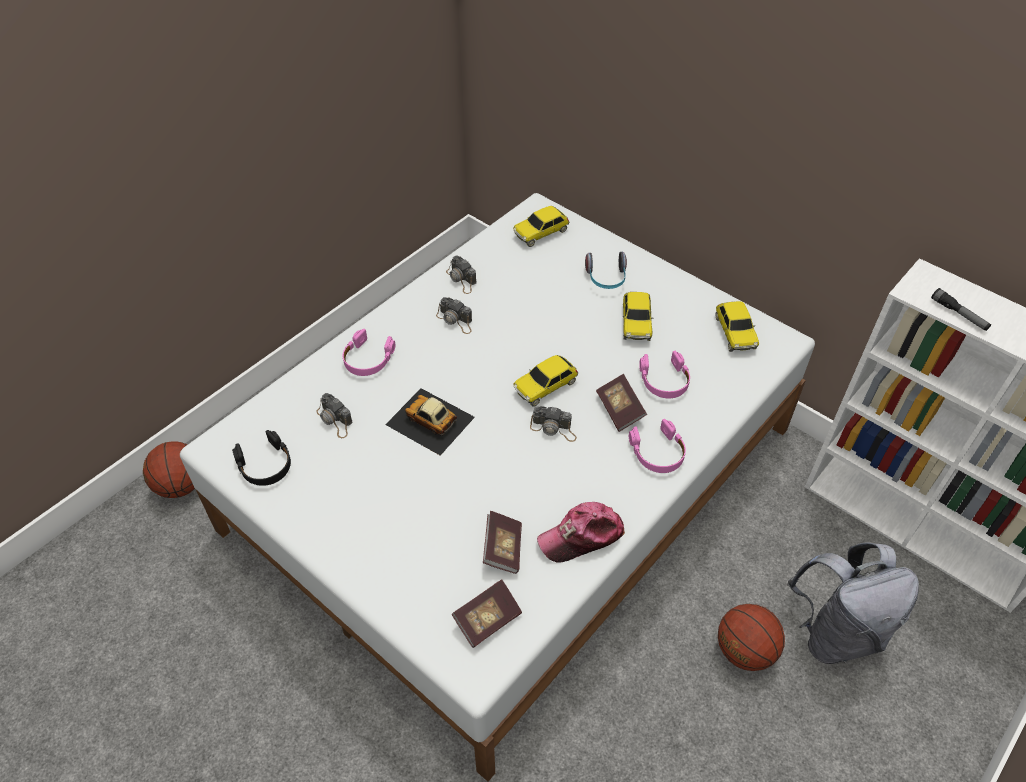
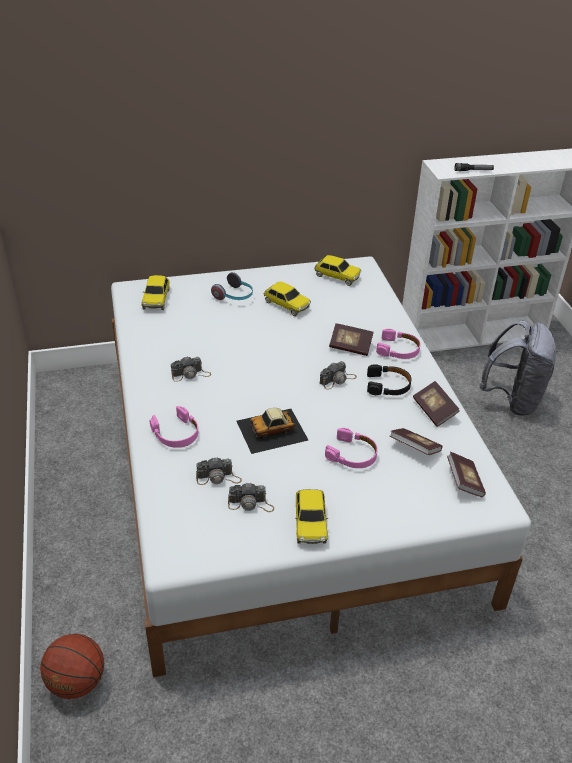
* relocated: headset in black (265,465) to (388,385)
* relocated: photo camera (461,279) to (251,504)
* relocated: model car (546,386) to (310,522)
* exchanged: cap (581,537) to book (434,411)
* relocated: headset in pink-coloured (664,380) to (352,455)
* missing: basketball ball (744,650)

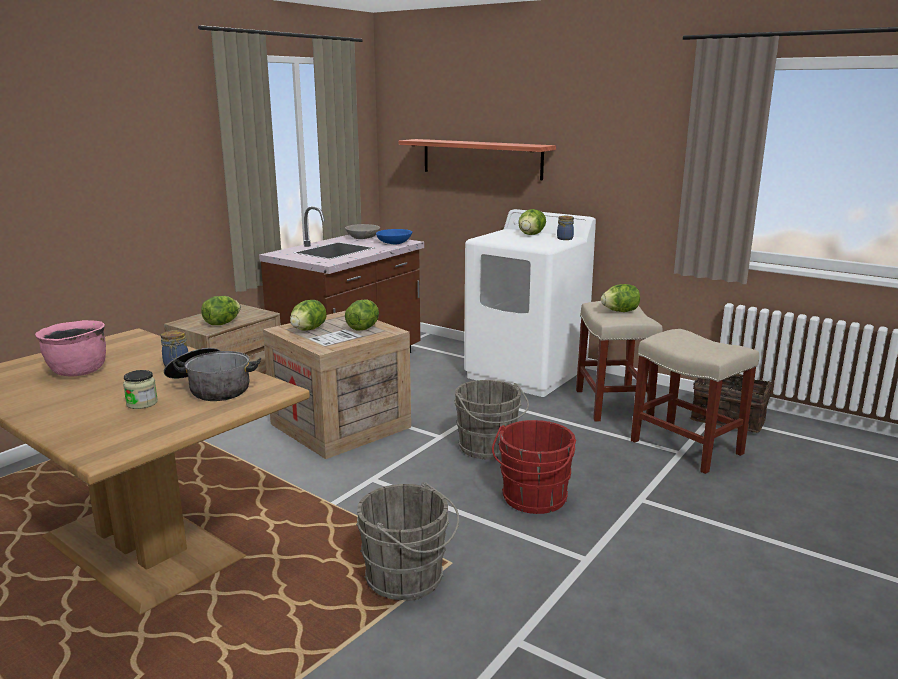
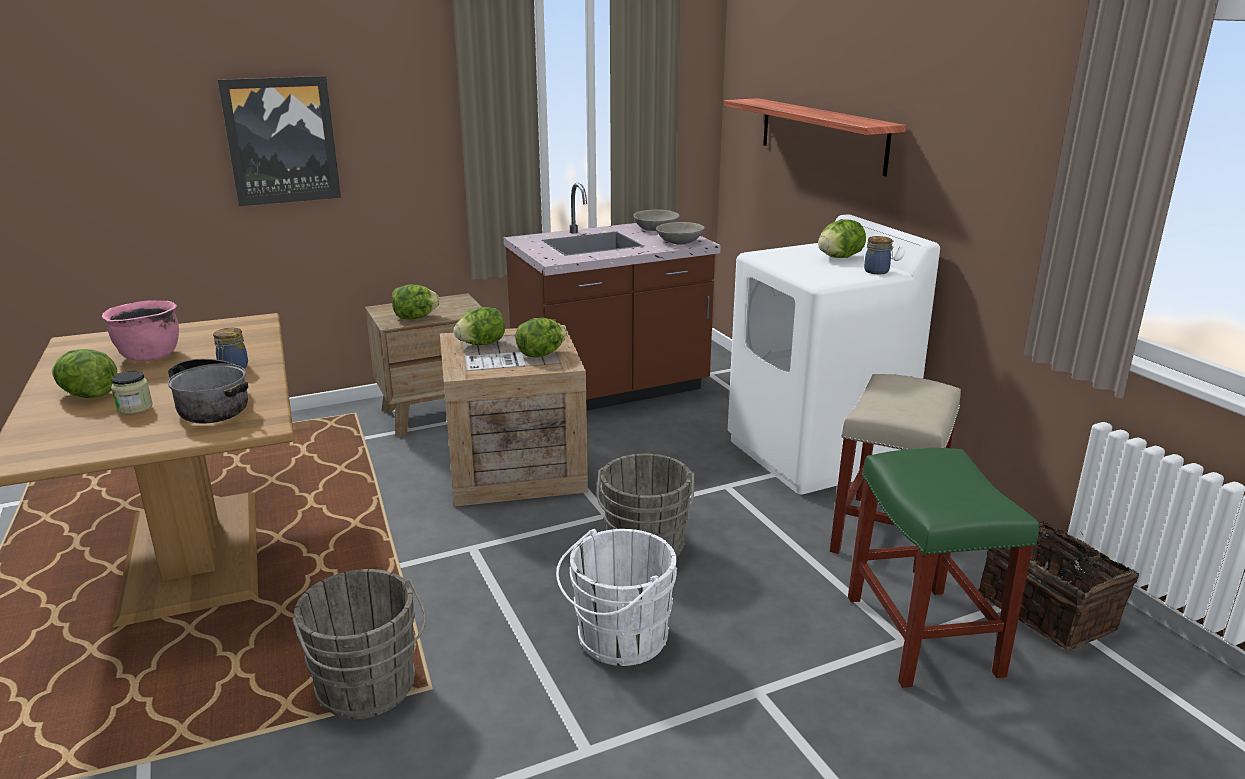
* colour: deep dish in bluish (394,242) to deep dish in grey (679,241)
* colour: bucket in reddish (533,499) to bucket in white (617,639)
* relocated: lettuce (620,311) to (89,395)
* colour: sitting stool in beige-coloured (688,448) to sitting stool in green-coloured (924,637)
* appeared: wall art (281,140)

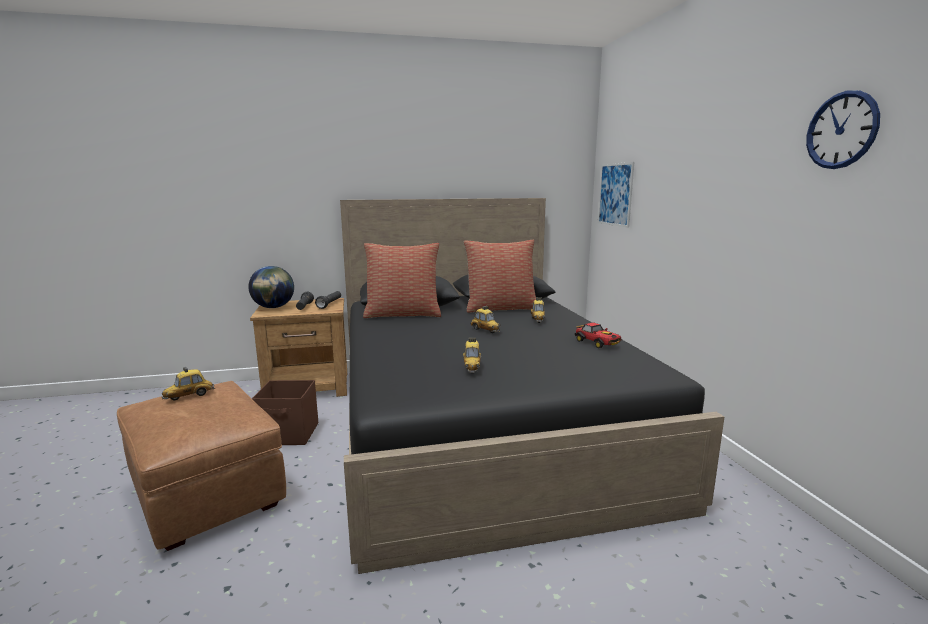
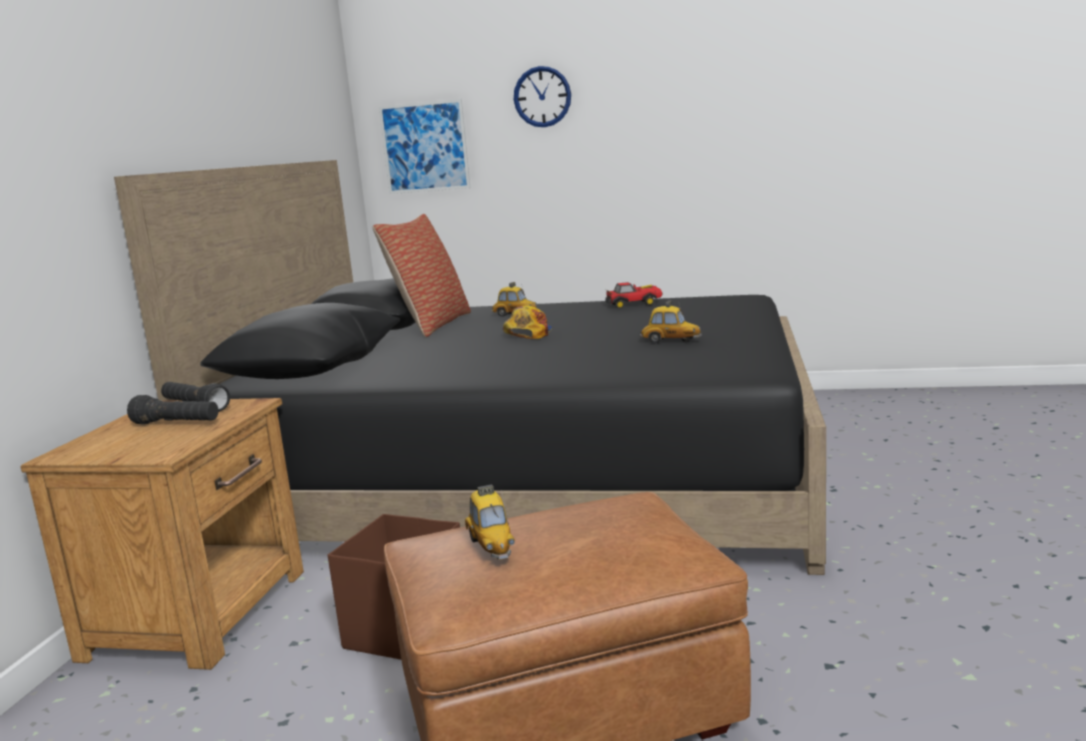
* missing: globe (273,307)
* missing: cushion (403,314)
* exchanged: model car (485,330) to cap (528,333)
* relocated: wall clock (841,130) to (542,97)

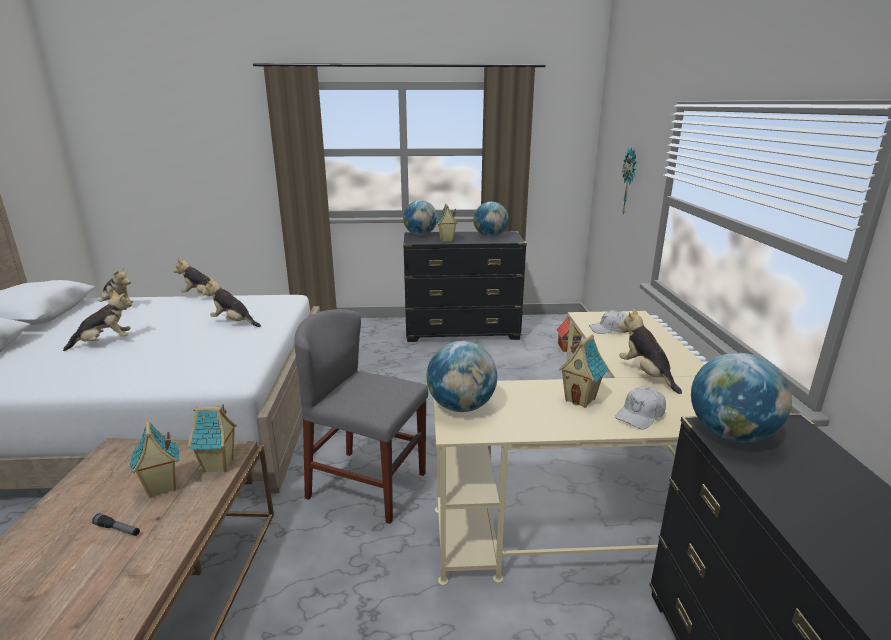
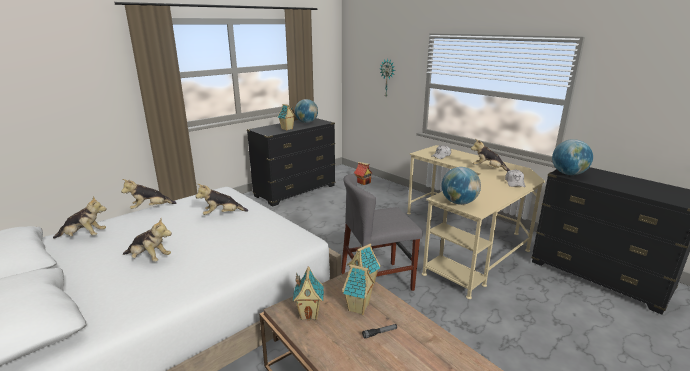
* spun: cuddly toy (104,342) = (149,258) 90 degrees clockwise
* missing: globe (420,234)
* relocated: miniature house (581,399) to (309,313)

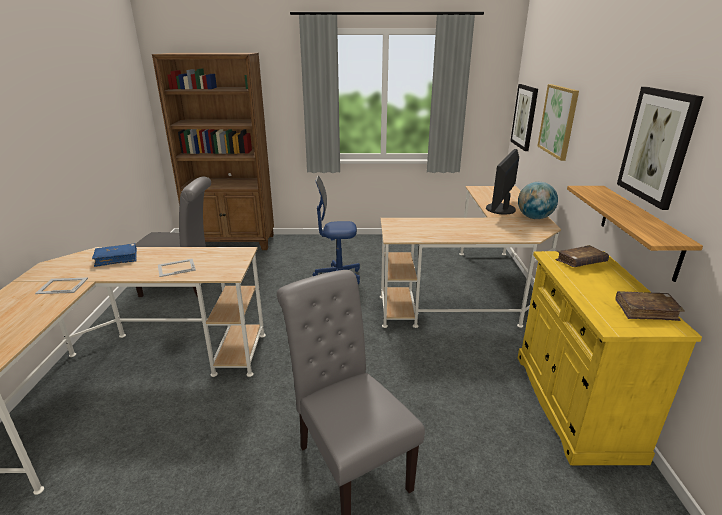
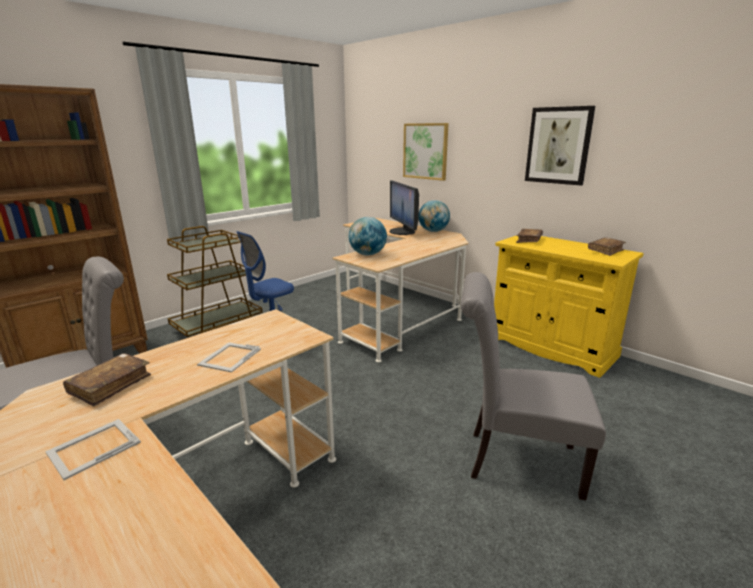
* colour: book in bluish (117,259) to book in brown (110,385)
* missing: wall art (525,117)
* missing: wall shelf (639,230)
* appeared: wheeled cart in brown (218,326)
* appeared: globe (367,254)

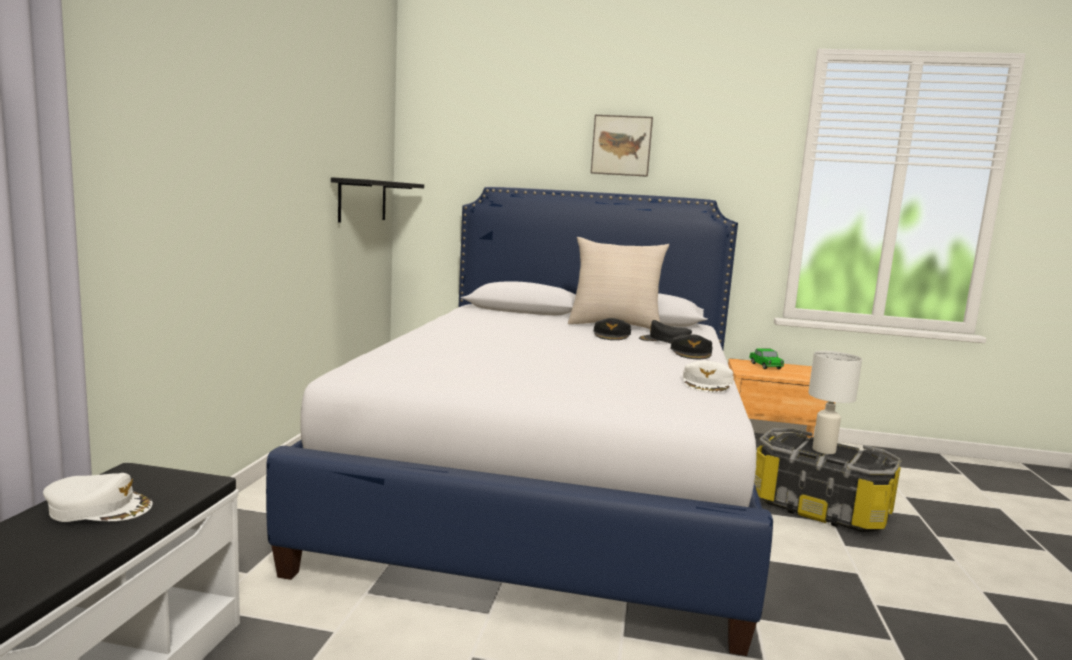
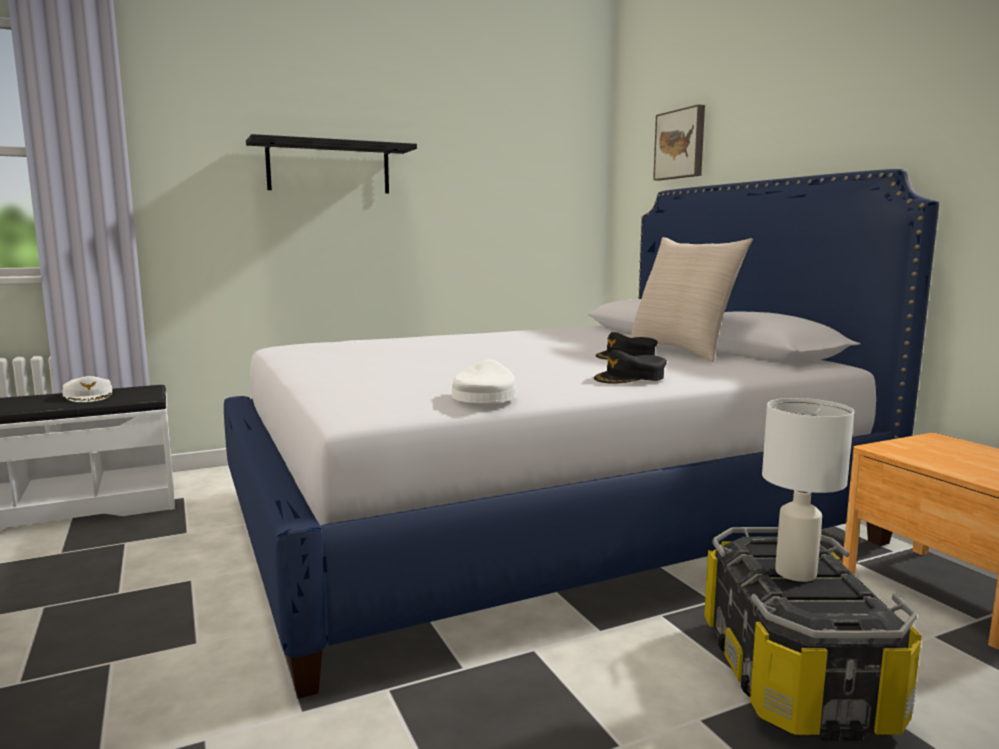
* relocated: wall shelf in black (362,200) to (329,168)
* relocated: wall art (621,146) to (681,144)
* missing: cap in black (664,340)
* spun: cap in white (707,383) = (484,396) 120 degrees clockwise
* missing: model car (765,366)

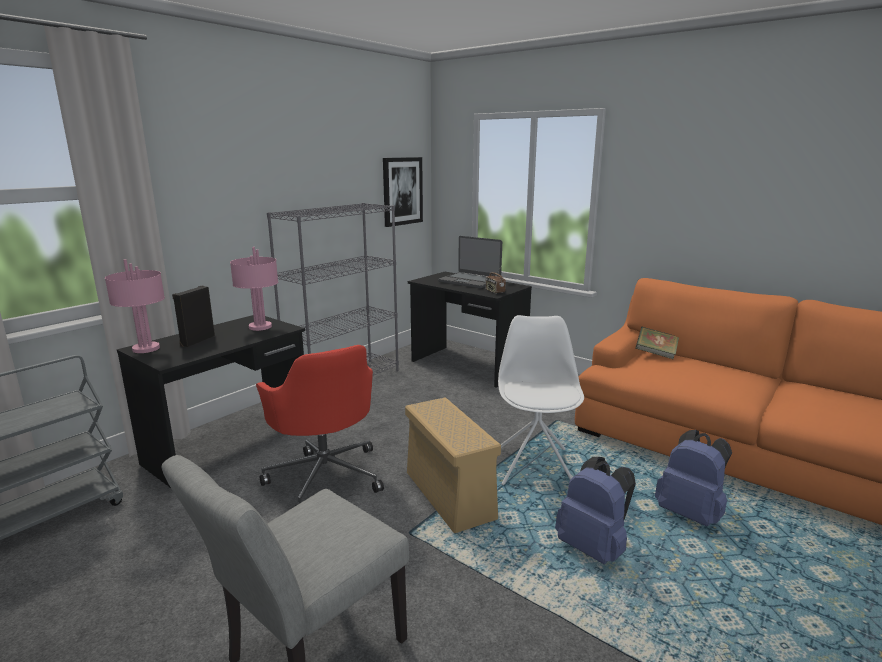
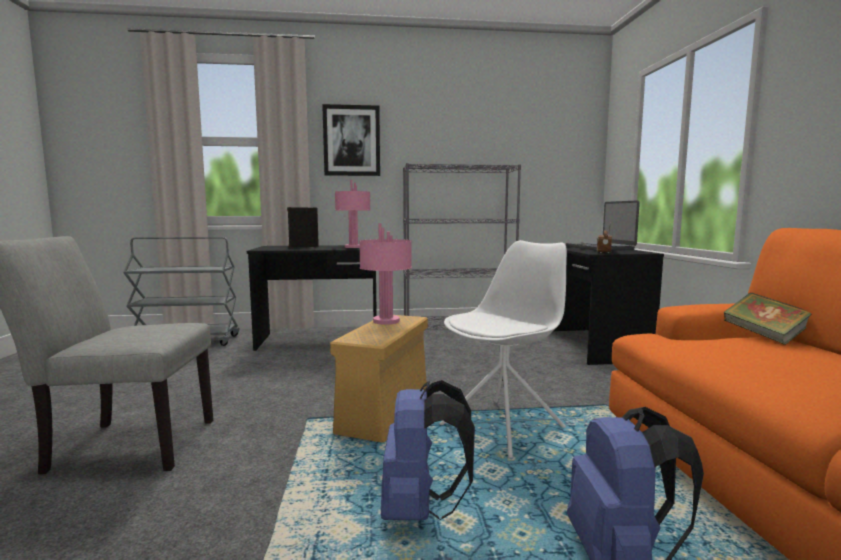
* relocated: tabletop lamp in pink-coloured (146,348) to (386,321)
* missing: desk chair in reddish (325,476)
* relocated: wall art (402,191) to (351,141)

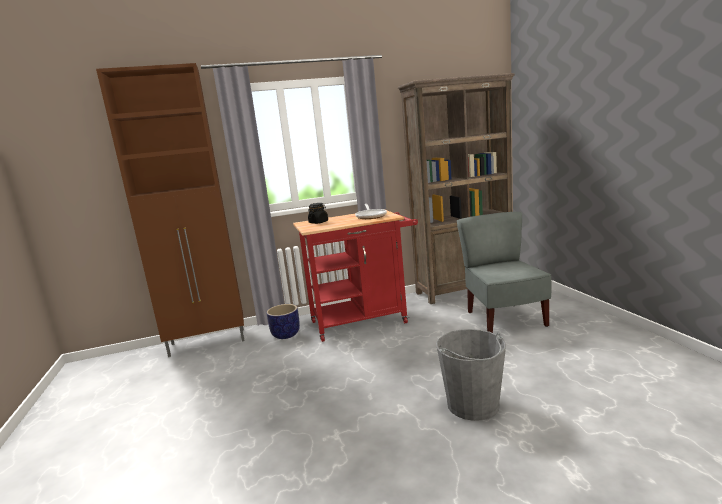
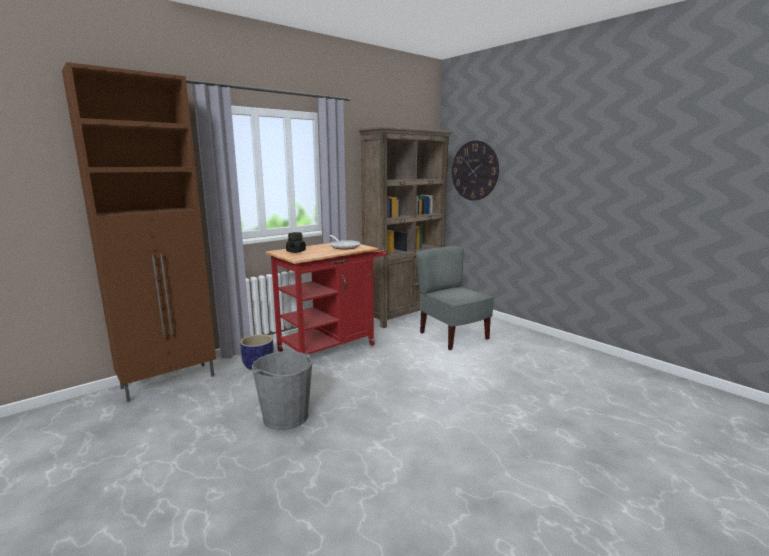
* relocated: bucket in grey (473,404) to (286,417)
* appeared: wall clock (474,170)

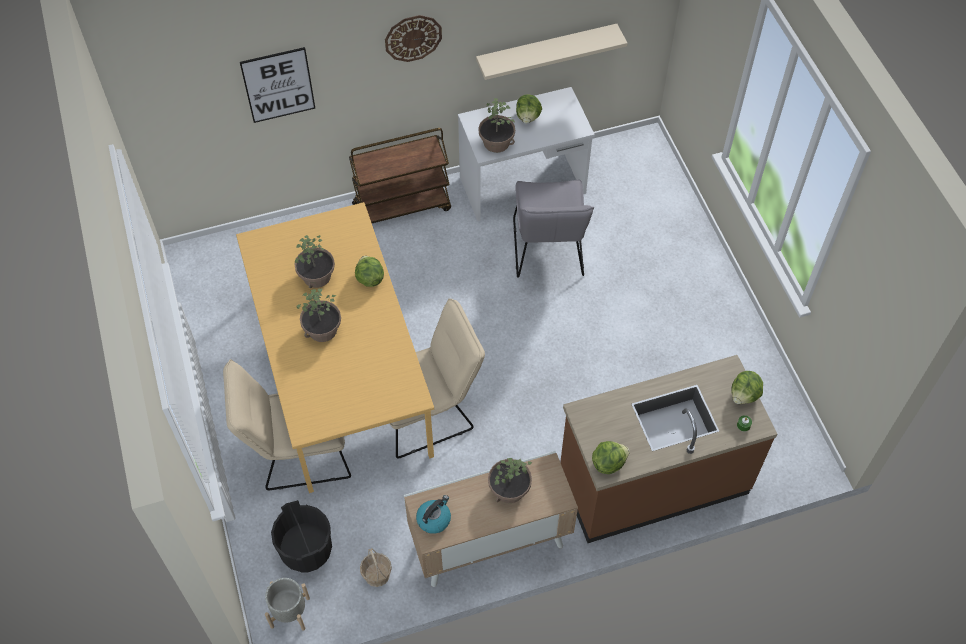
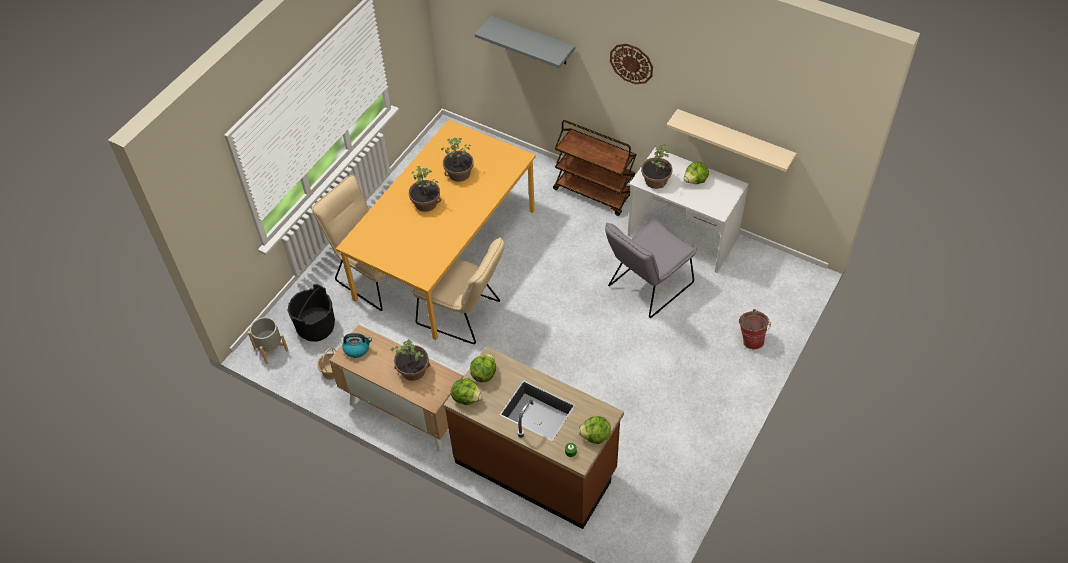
* exchanged: wall art (278,85) to wall shelf in grey (533,41)
* relocated: lettuce (369,278) to (483,374)
* appeared: bucket (751,339)

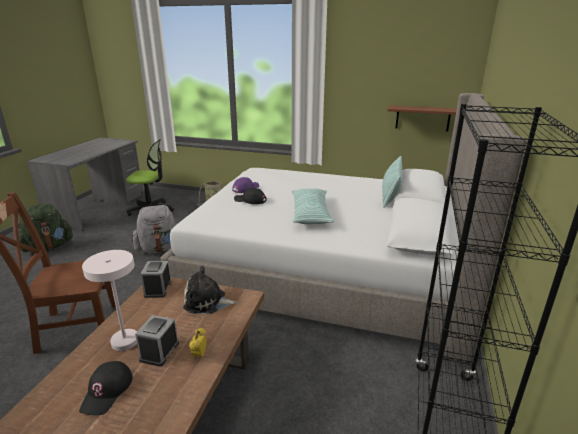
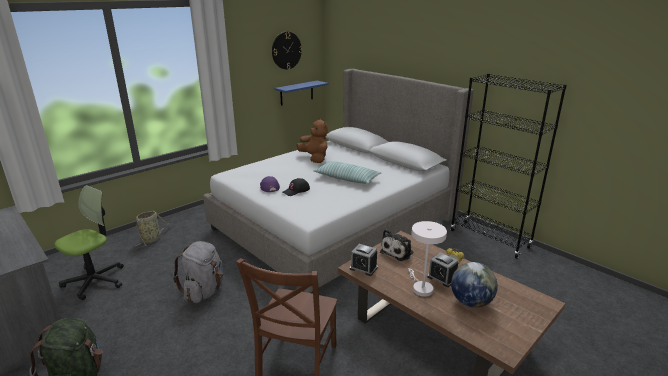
* exchanged: cap in black (107,391) to globe (471,302)
* missing: cushion (390,195)
* colour: wall shelf in brown (422,118) to wall shelf in bluish (296,93)
* appeared: wall clock (286,50)
* appeared: cuddly toy in brown (314,158)

